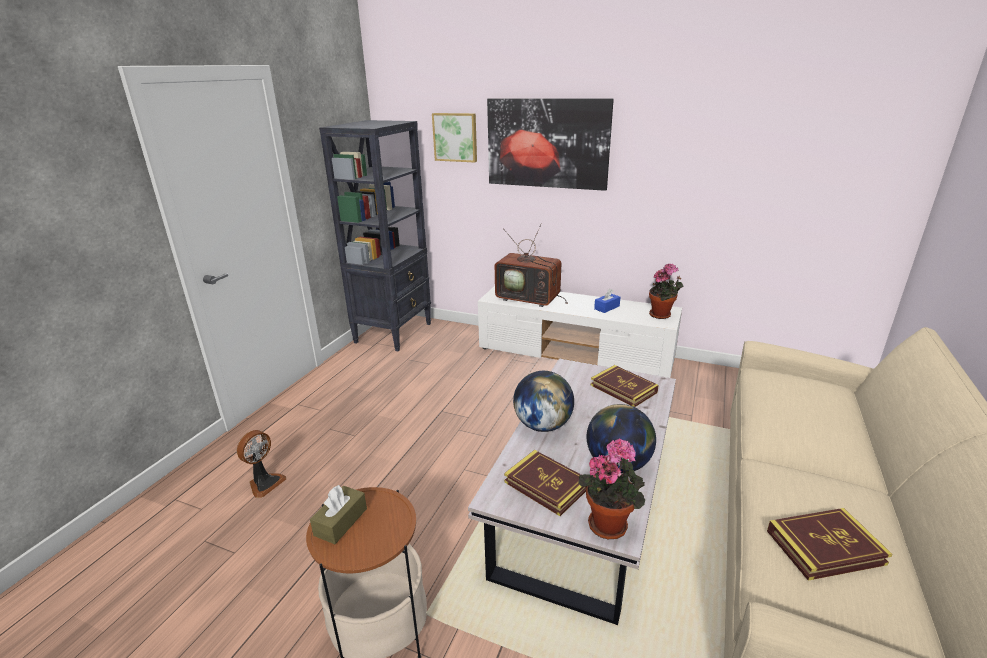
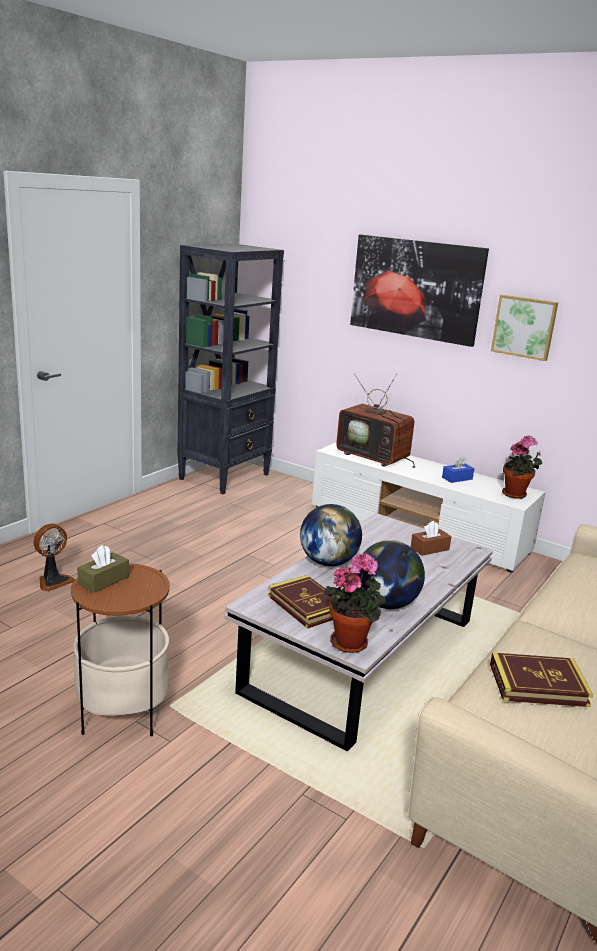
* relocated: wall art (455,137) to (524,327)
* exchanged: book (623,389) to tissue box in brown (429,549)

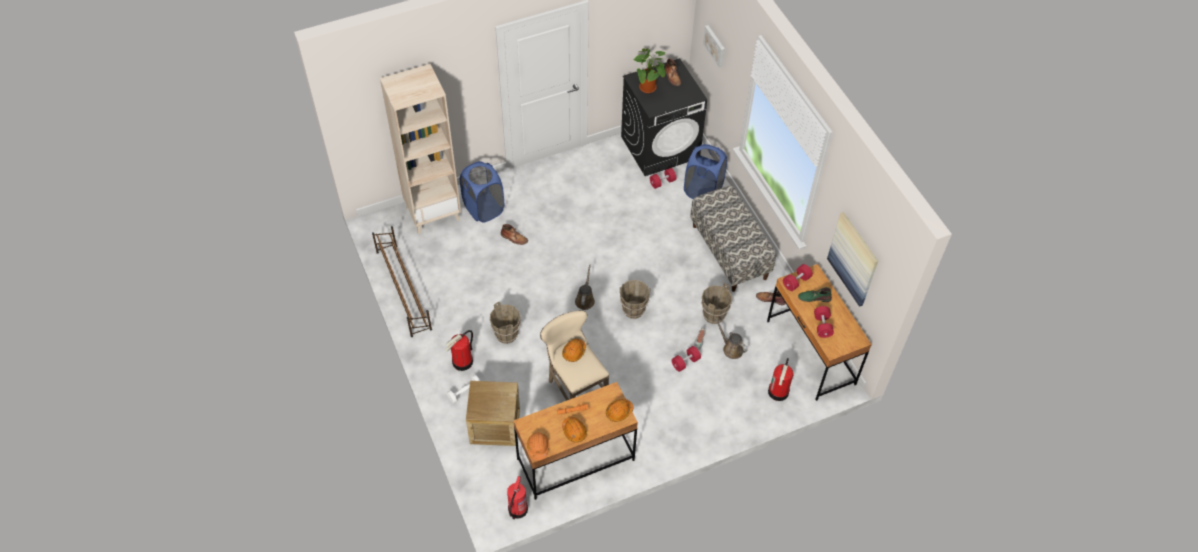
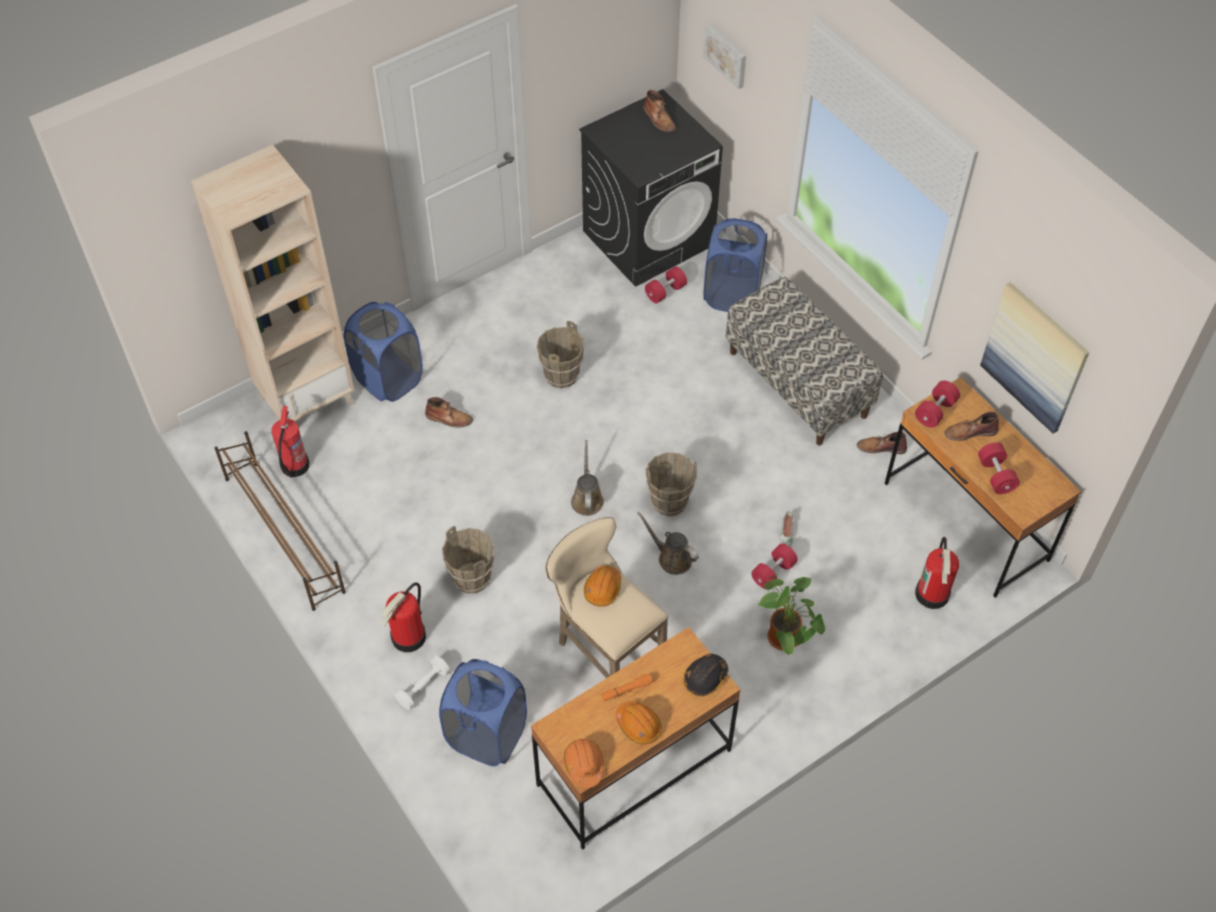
* exchanged: packing crate (495,426) to washing basket in bluish (486,735)
* relocated: fire extinguisher (517,510) to (294,466)
* colour: hard hat in orangey (619,412) to hard hat in black (705,677)
* relocated: potted plant (649,89) to (786,640)
* relocated: bucket in brown (713,315) to (561,376)
* relocated: watering pot in brown (731,348) to (671,558)
* colour: tall boot in green-coloured (814,297) to tall boot in brown (970,432)

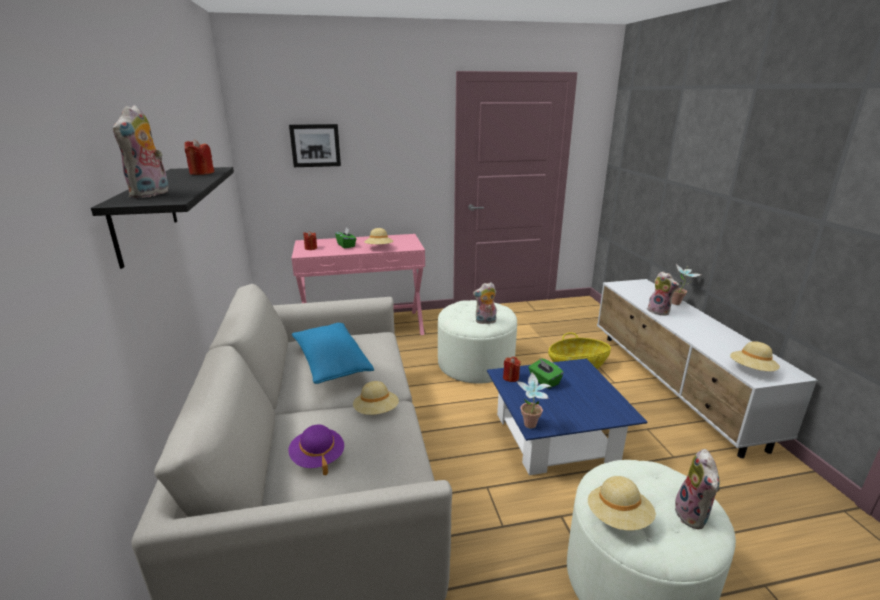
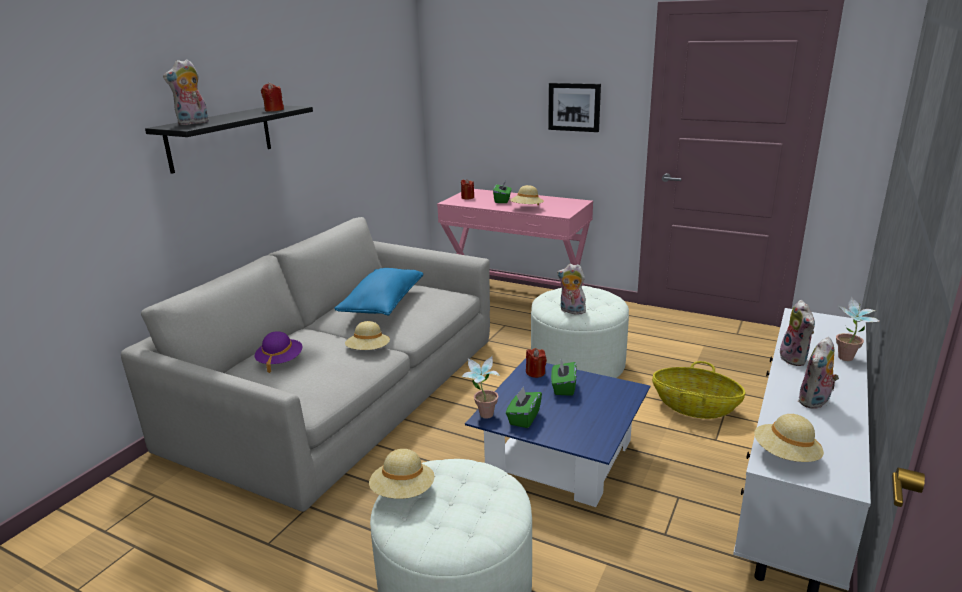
* relocated: wall art (315,145) to (574,107)
* relocated: cuddly toy (694,516) to (815,402)
* appeared: tissue box in green-coloured (523,418)

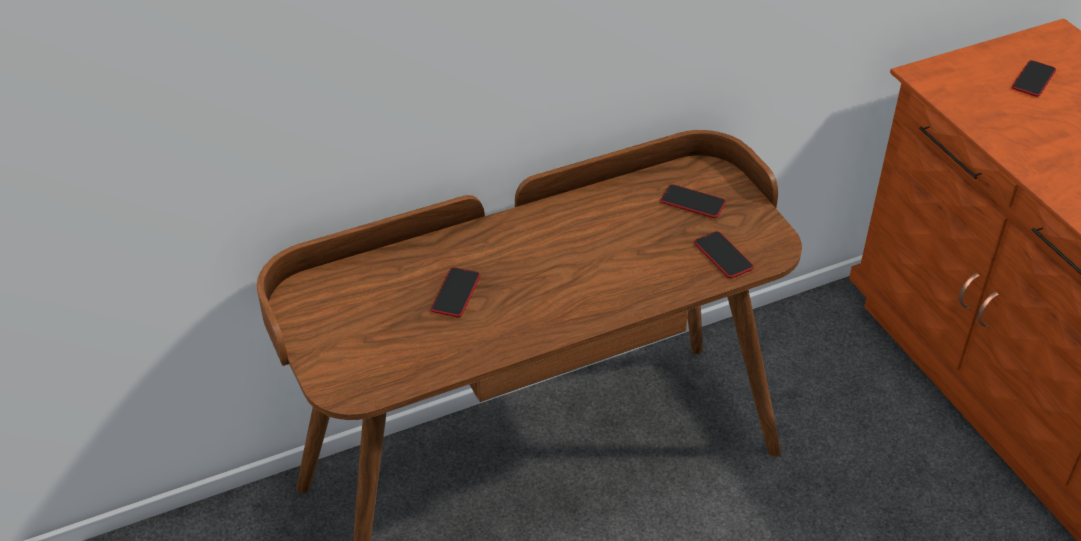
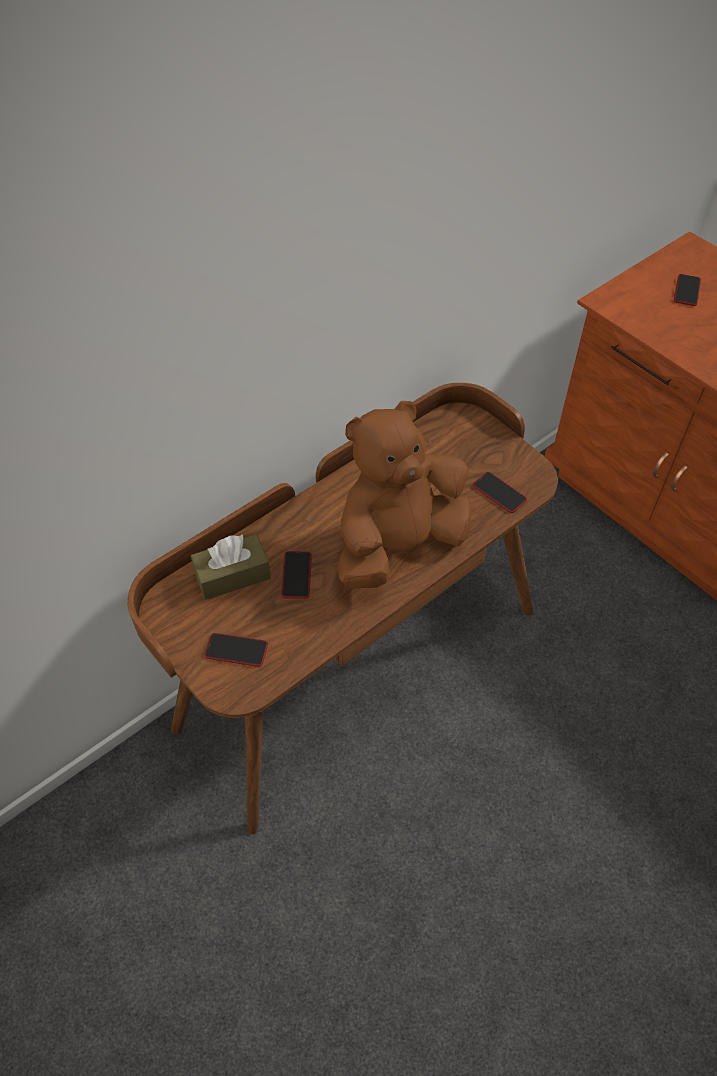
* relocated: handset (692,202) to (236,650)
* appeared: tissue box in brown (232,575)
* appeared: cuddly toy in brown (398,544)

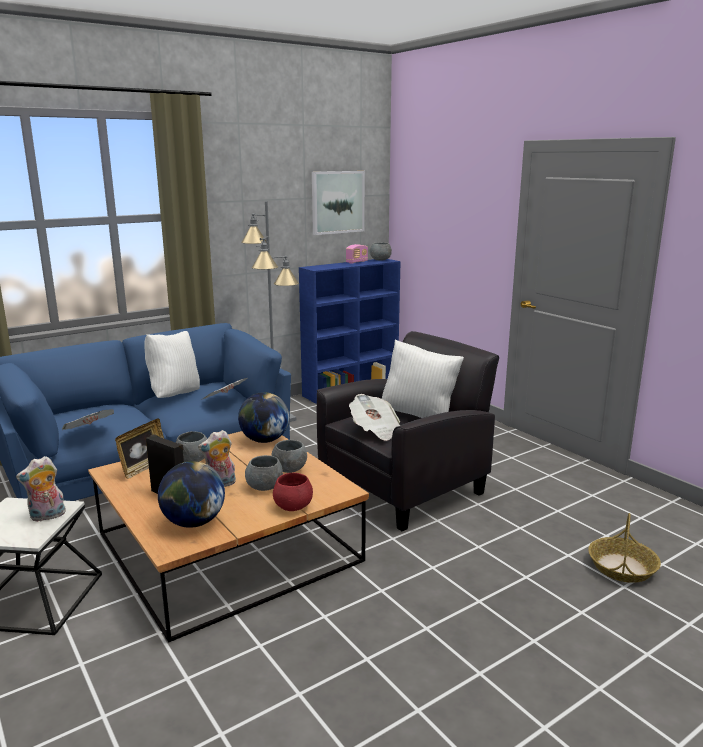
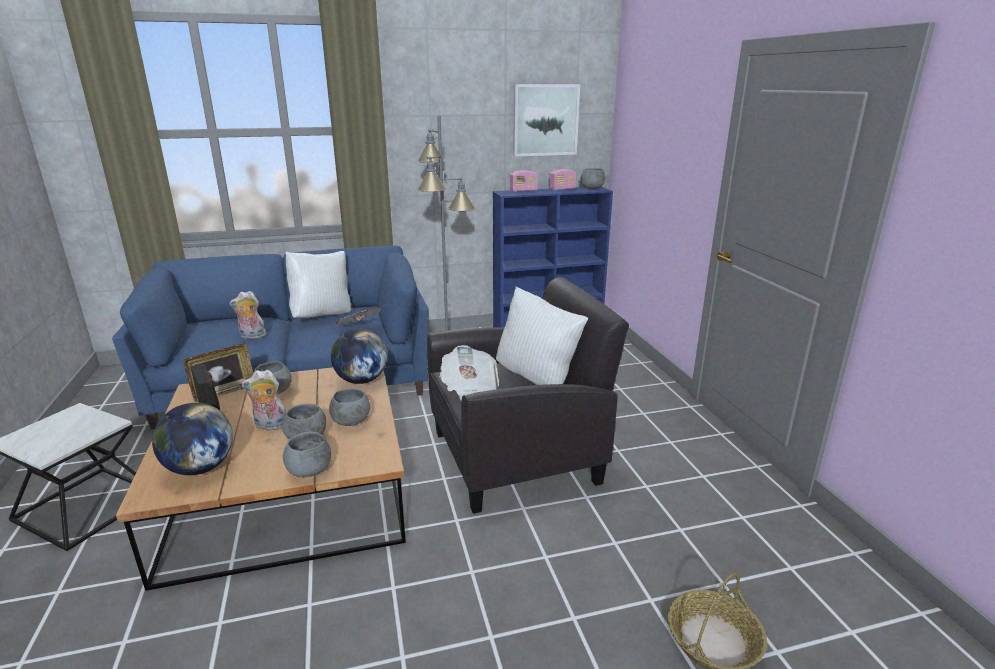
* relocated: cuddly toy (47,516) to (252,336)
* missing: newspaper (89,433)
* colour: deep dish in reddish (293,507) to deep dish in grey (310,471)
* appeared: radio (523,191)

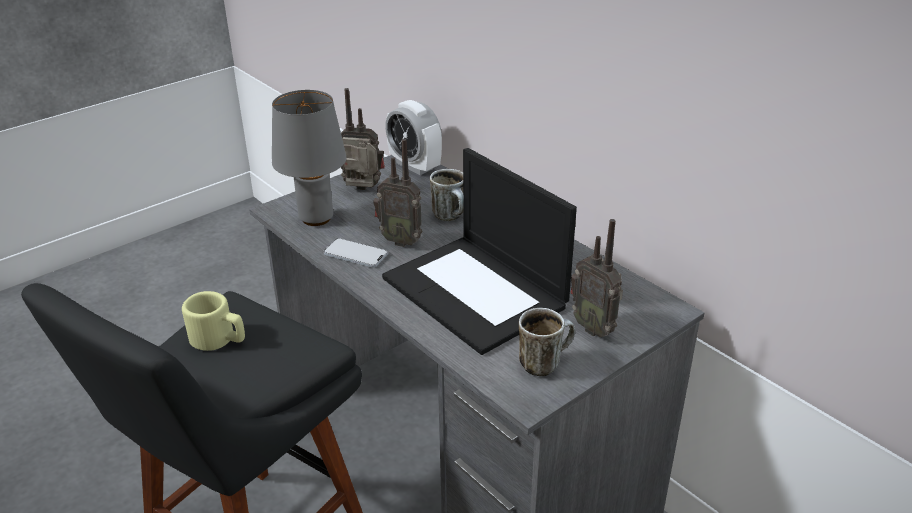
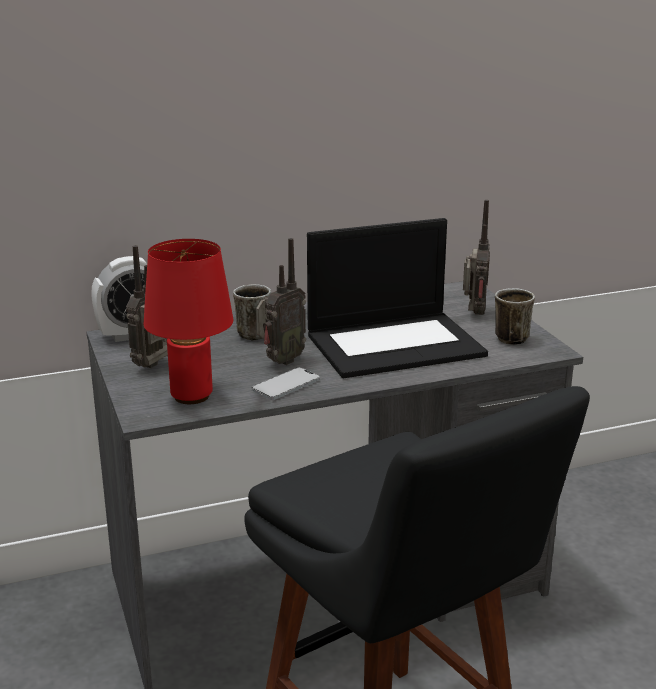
* missing: tea mug in beige-coloured (219,339)
* colour: tabletop lamp in grey (317,218) to tabletop lamp in reddish (192,396)
* spun: radio (594,327) = (473,313) 60 degrees counterclockwise

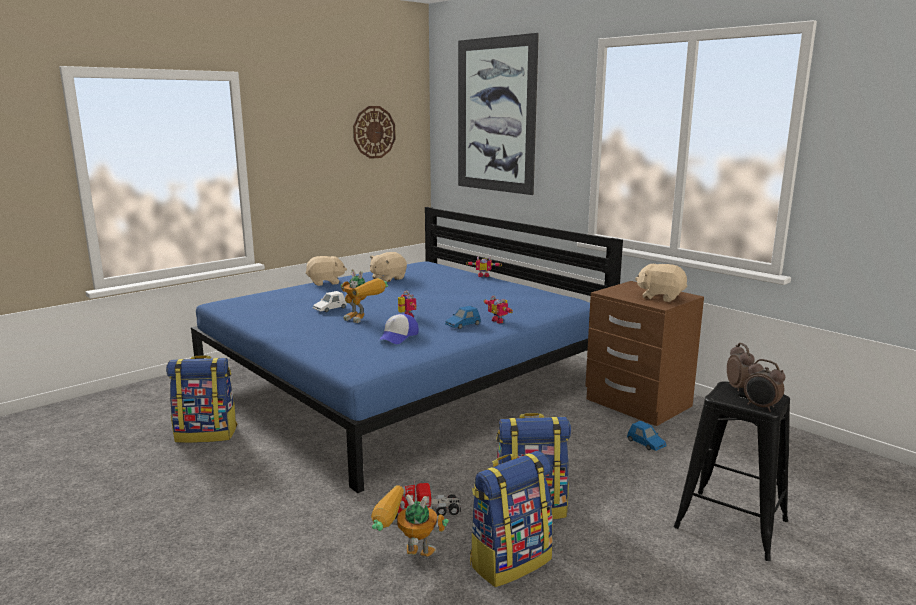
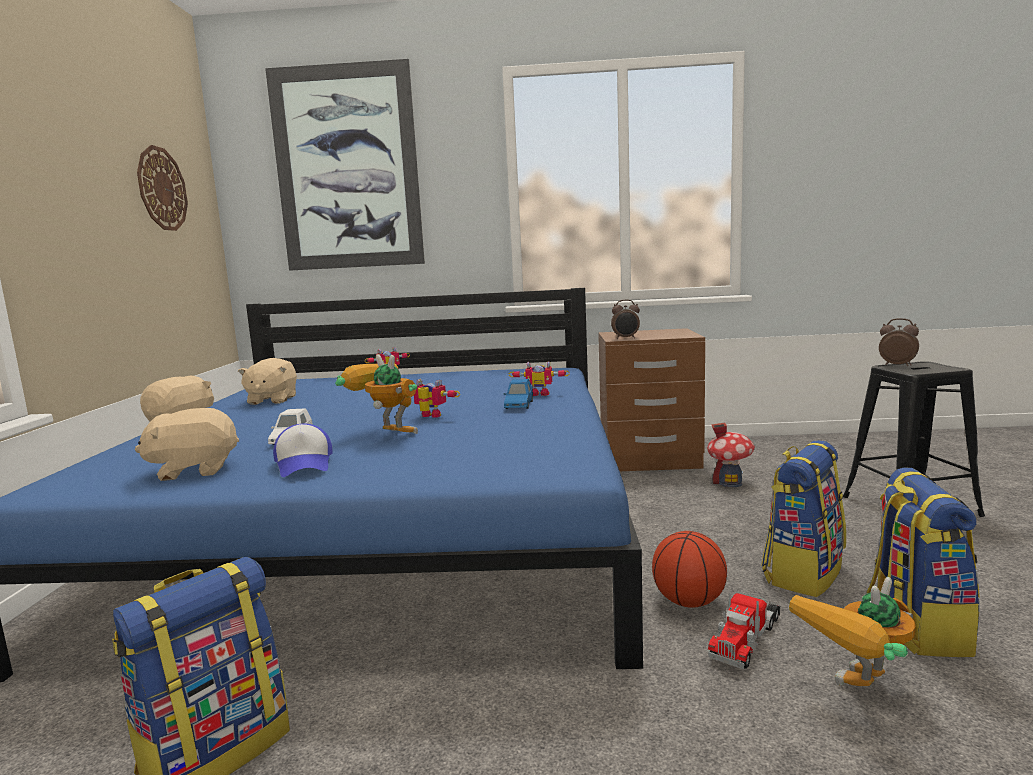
* spun: toy robot (363,320) = (384,434) 135 degrees counterclockwise
* relocated: cap (398,337) to (305,464)
* exchanged: model car in bluish (645,443) to miniature house (729,483)
* relocated: cuddly toy in beige-coloured (660,297) to (194,470)
* relocated: alarm clock (760,407) to (626,338)
* appeared: basketball ball (689,602)

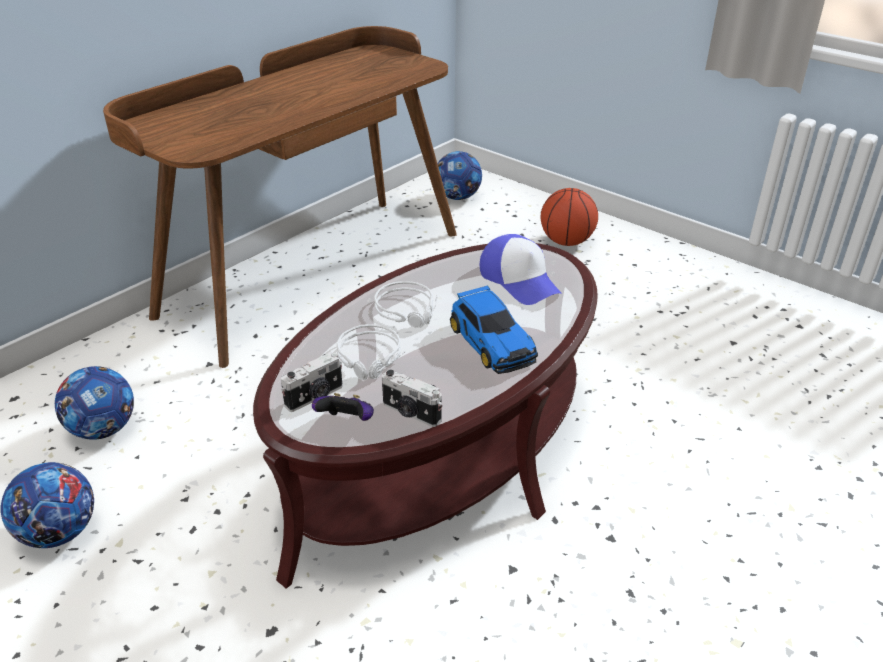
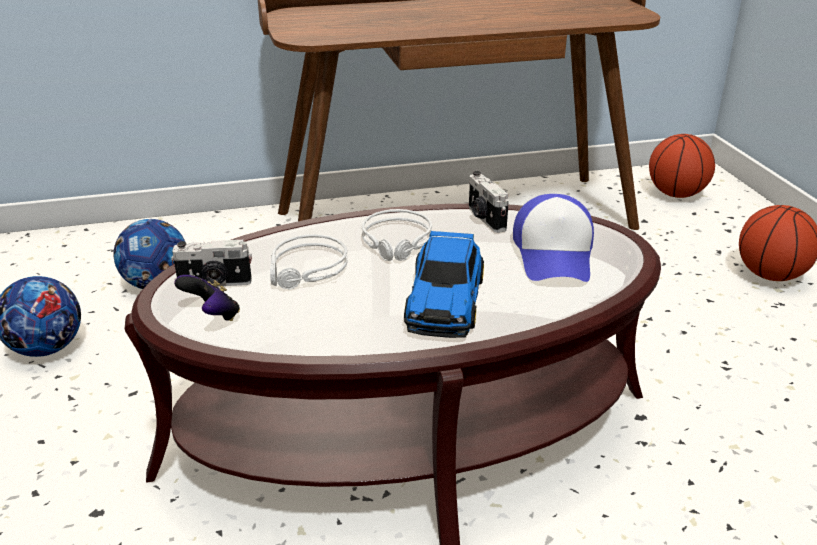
* relocated: photo camera (410,413) to (485,219)
* exchanged: ball for football (457,197) to basketball ball (676,194)

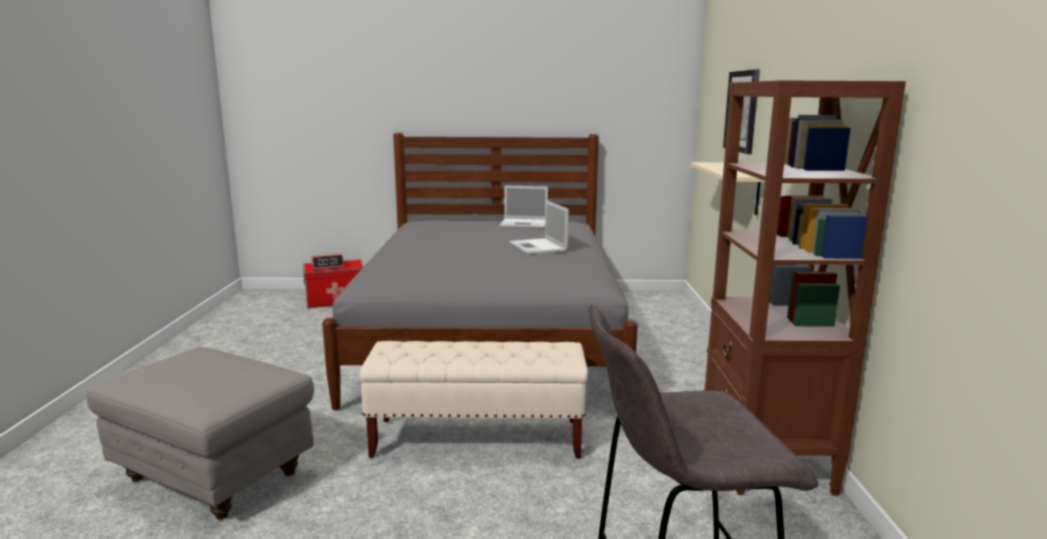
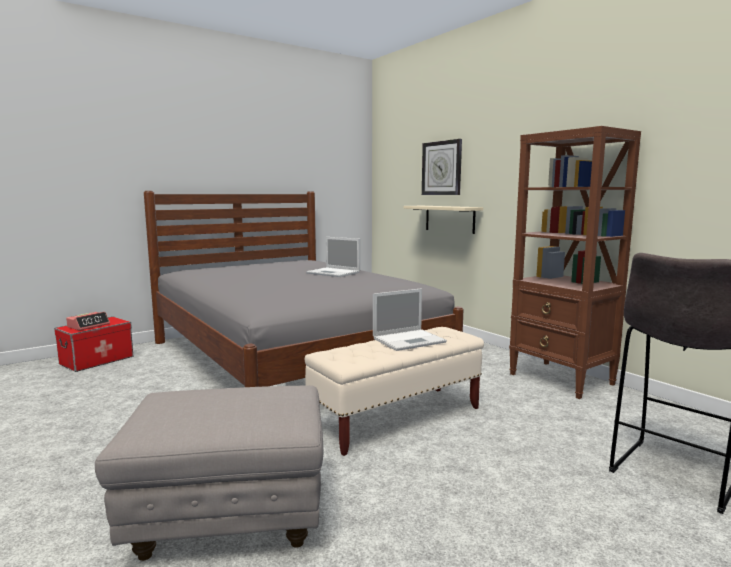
* relocated: notebook computer (525,224) to (410,340)

